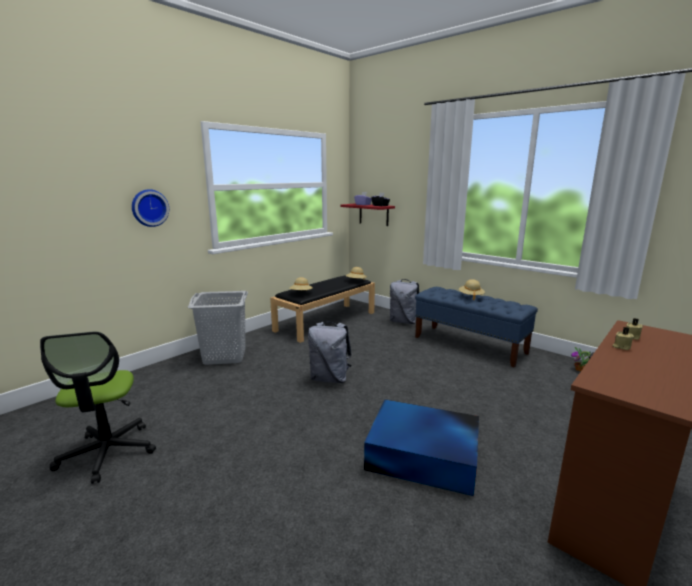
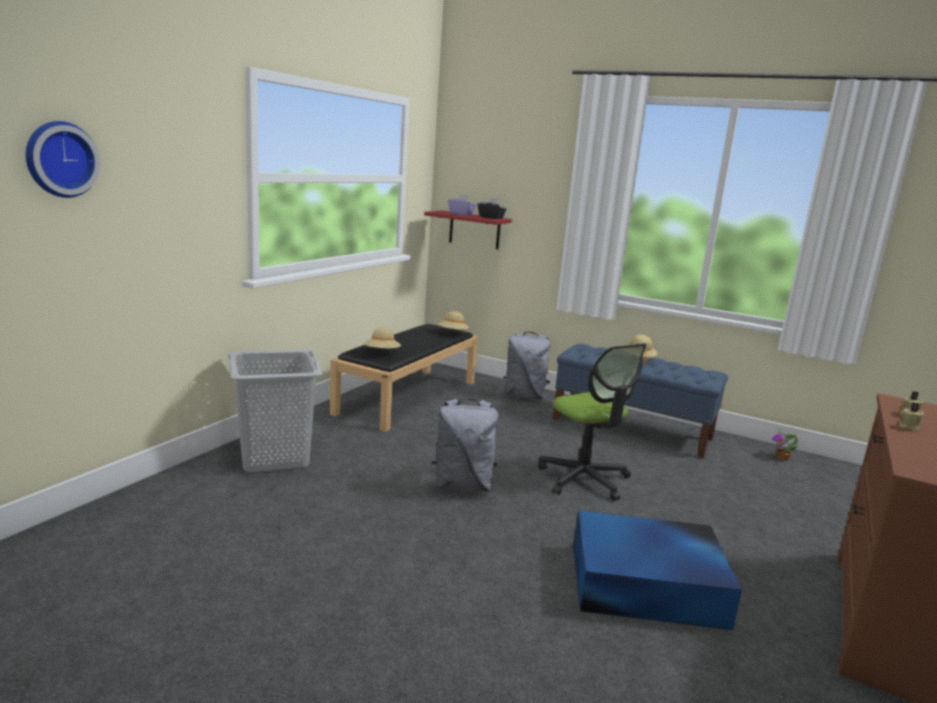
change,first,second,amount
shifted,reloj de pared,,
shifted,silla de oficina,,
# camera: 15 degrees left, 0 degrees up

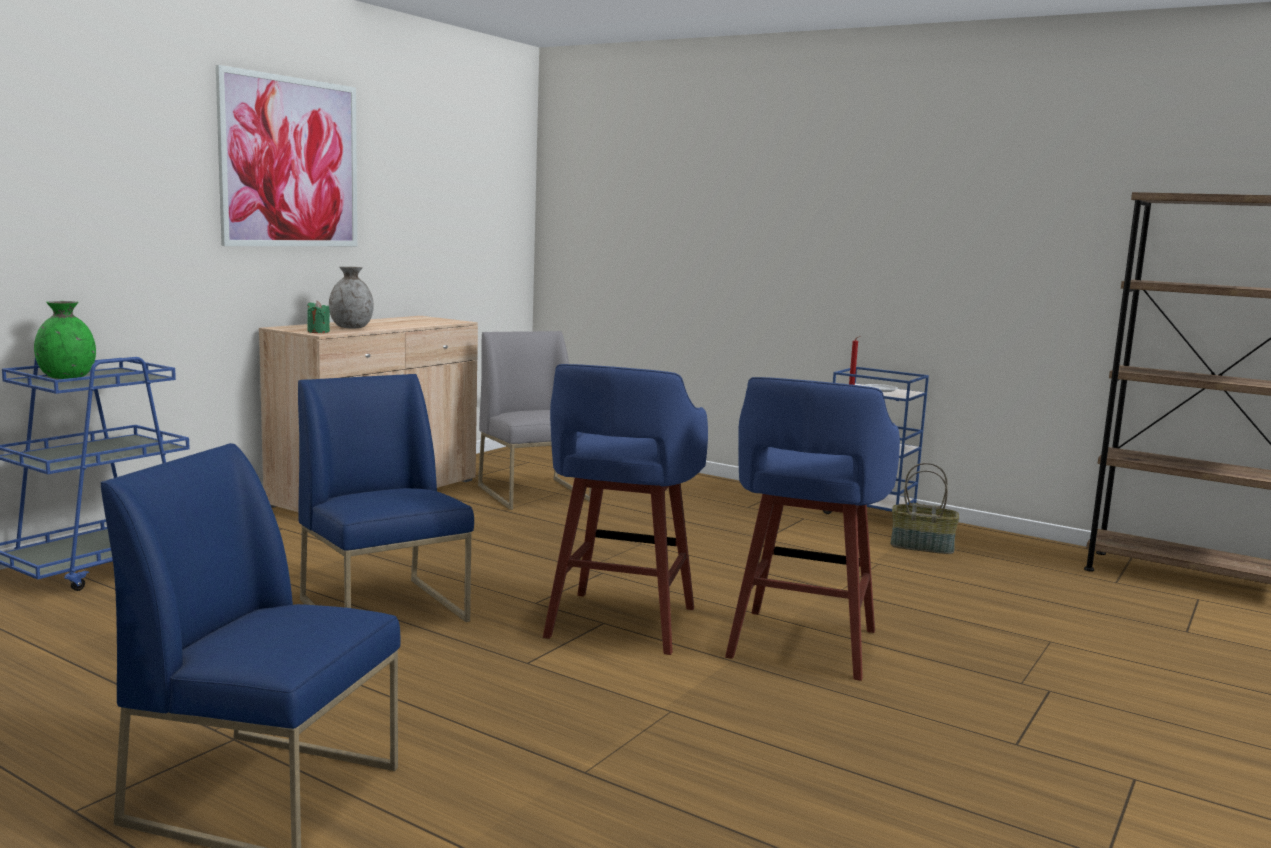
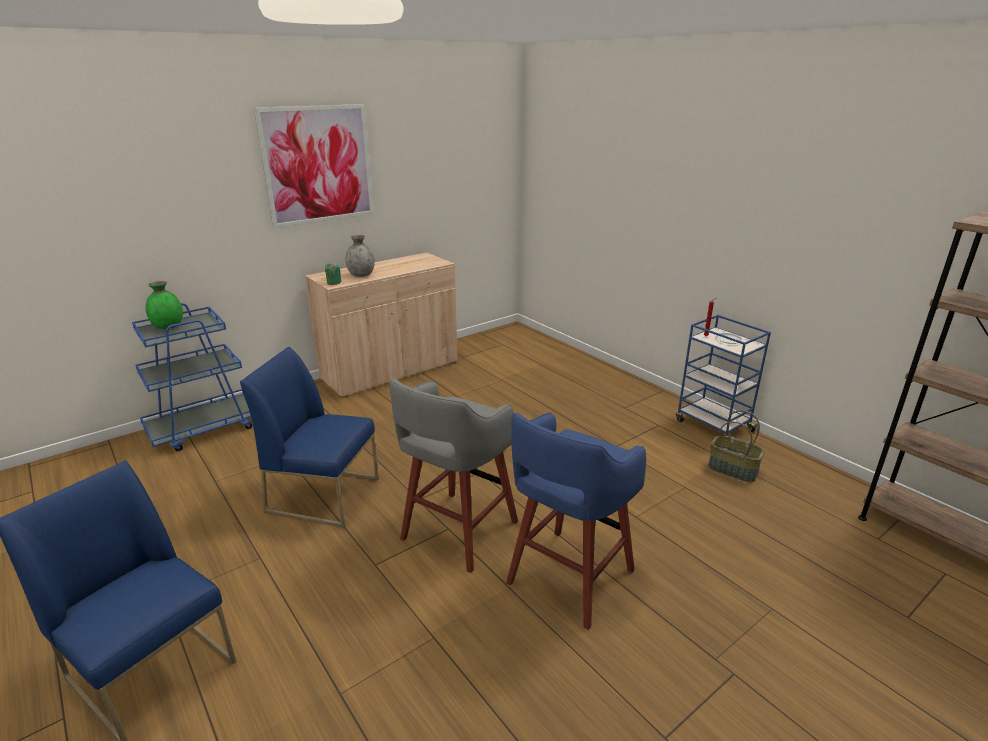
change,first,second,amount
gone,silla (gris),,
repainted,taburete (azul) (no. 1 from left),taburete (gris),
rotated,silla (azul) (no. 2 from left),,60 degrees counterclockwise
# camera: 20 degrees right, 15 degrees up

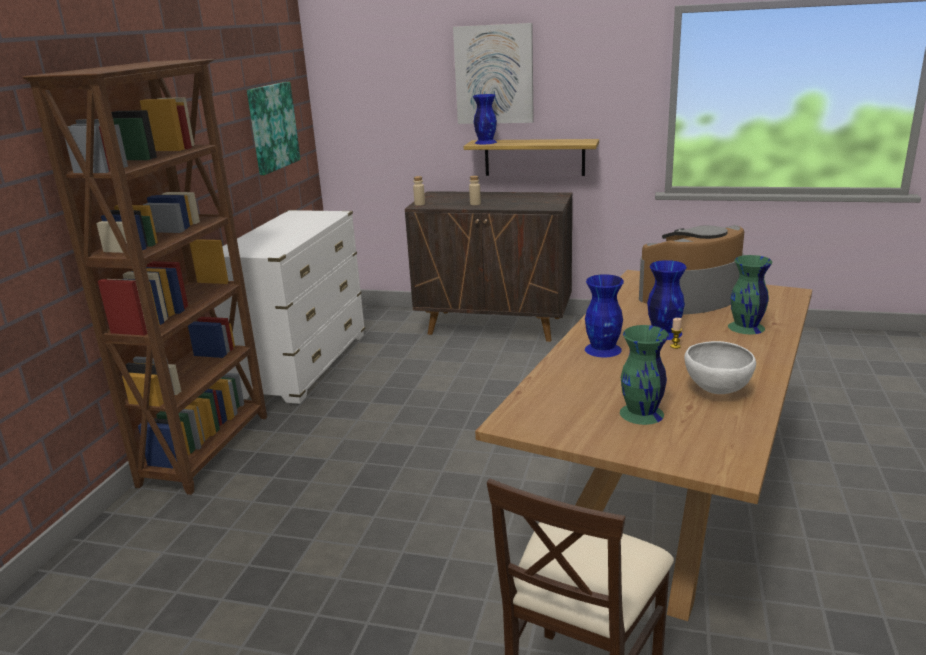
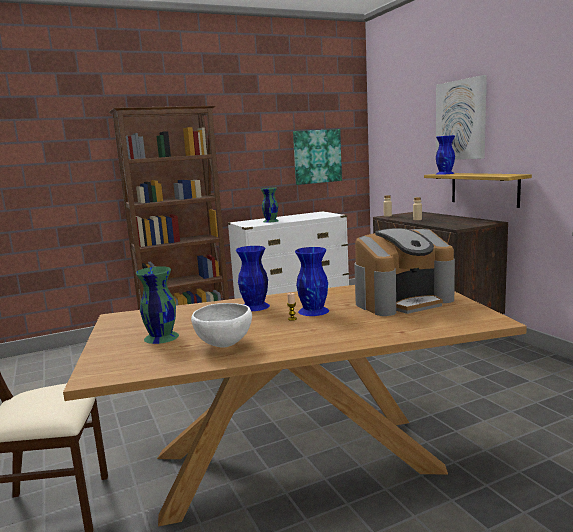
change,first,second,amount
rotated,cafetera,,135 degrees clockwise
shifted,florero (verde) (no. 2 from left),,
# camera: 50 degrees right, 10 degrees down

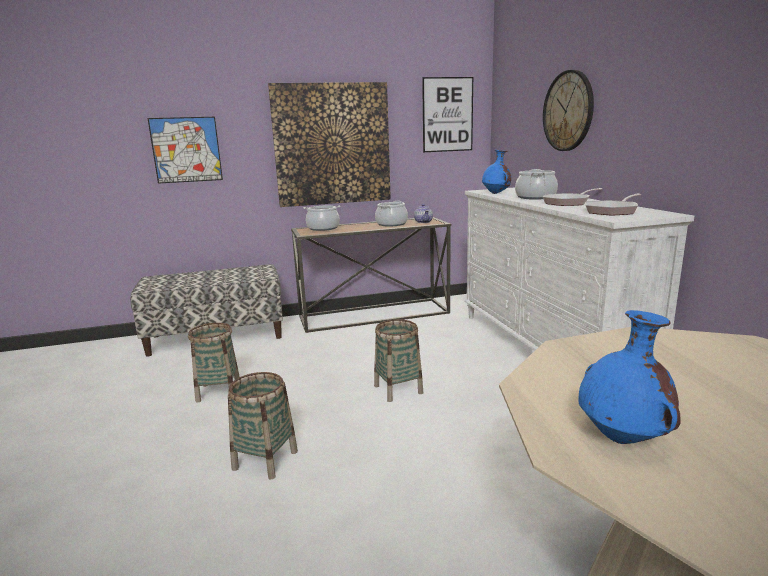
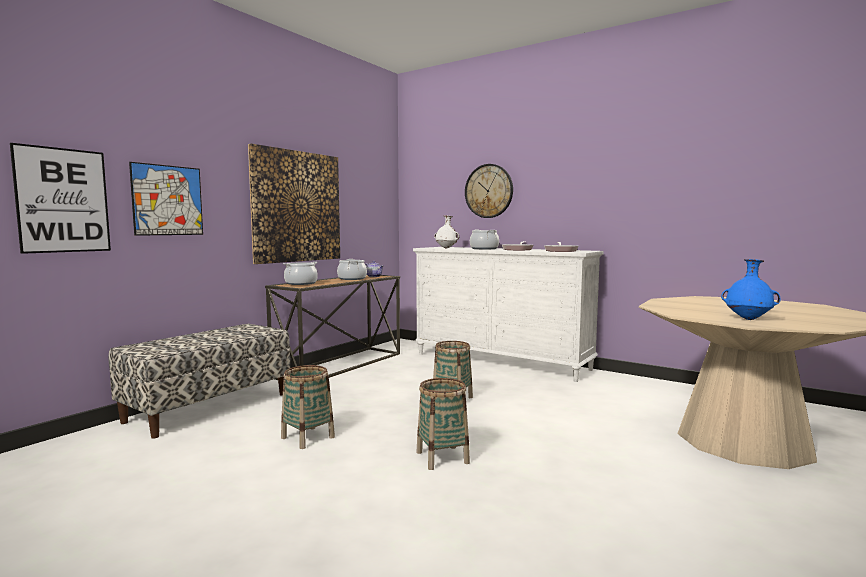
change,first,second,amount
shifted,cuadro (no. 3 from left in the first image),cuadro (no. 1 from left),
repainted,florero (azul) (no. 1 from left),florero (blanco),
# camera: 40 degrees left, 10 degrees down

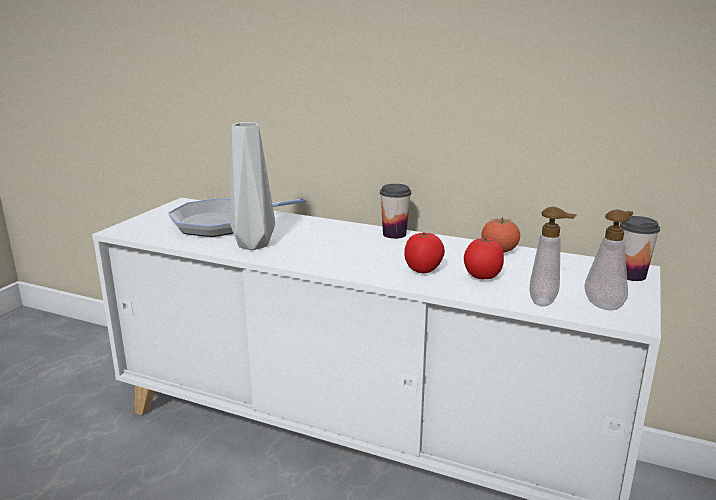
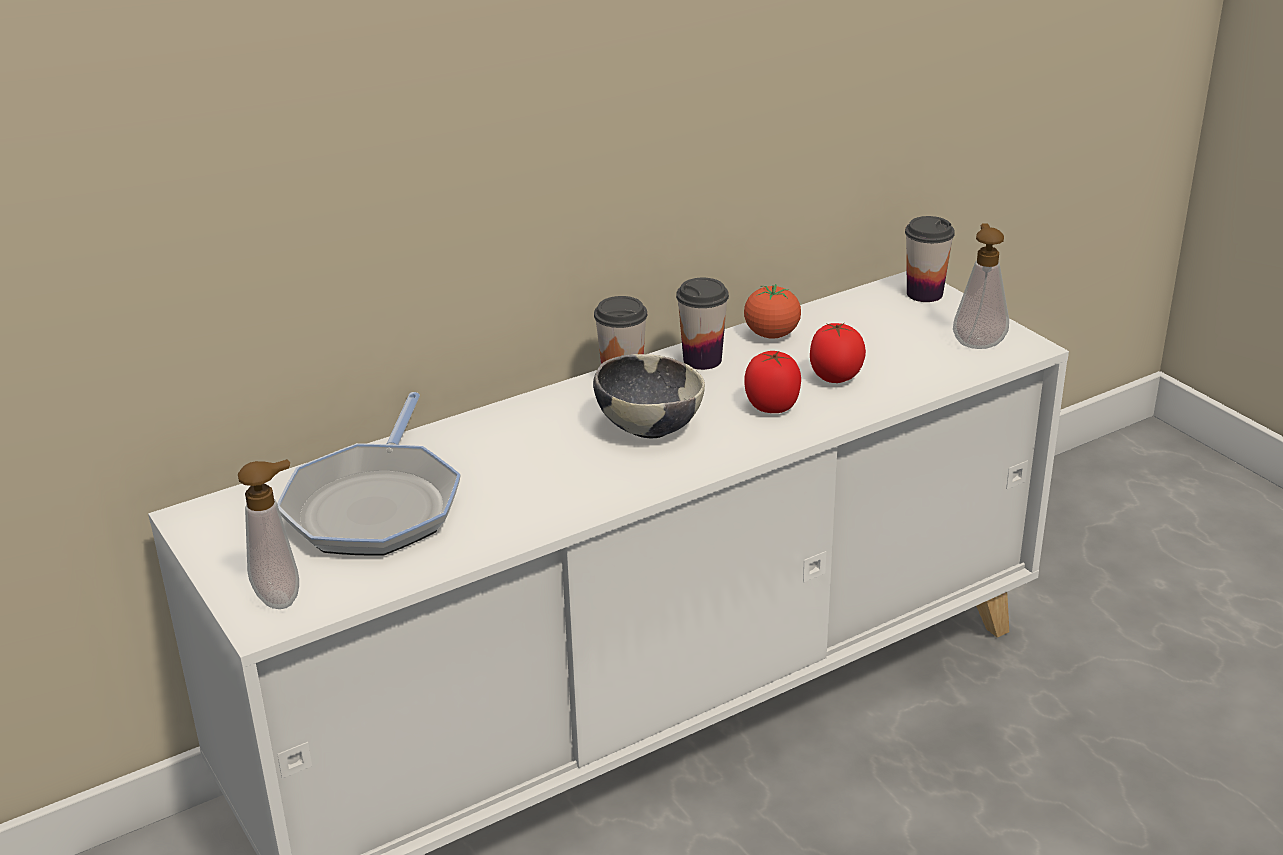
change,first,second,amount
gone,florero (gris),,
shifted,dispensador de jabón (no. 1 from left),,
new,,taza (no. 2 from left),
new,,cuenco,
# camera: 55 degrees left, 10 degrees up

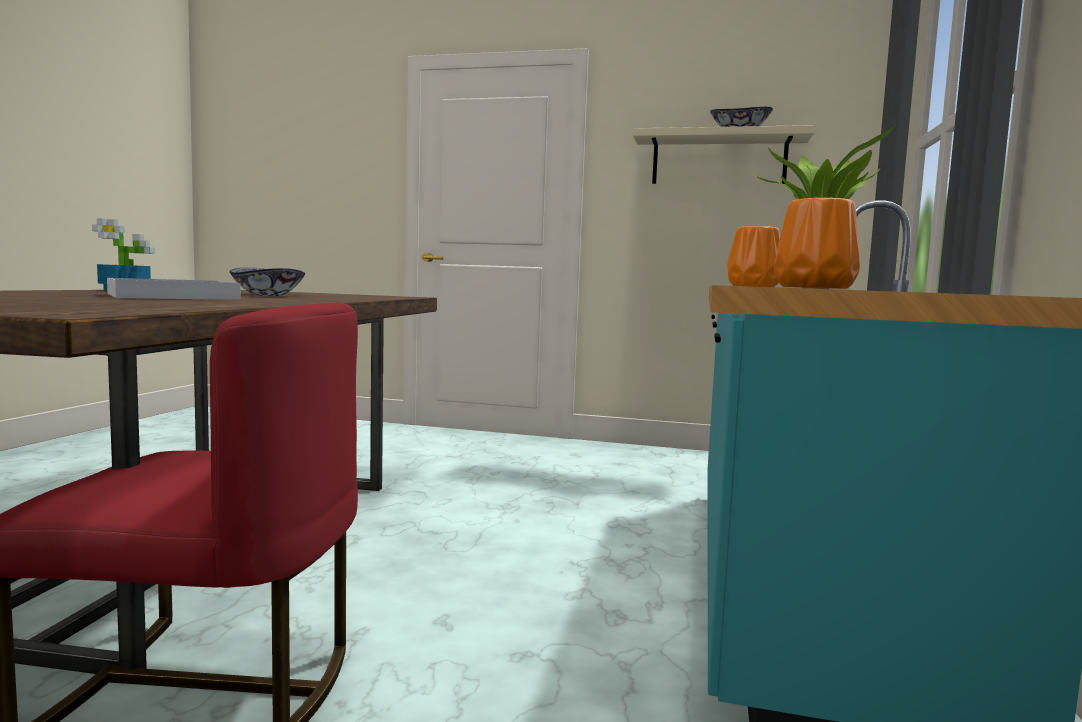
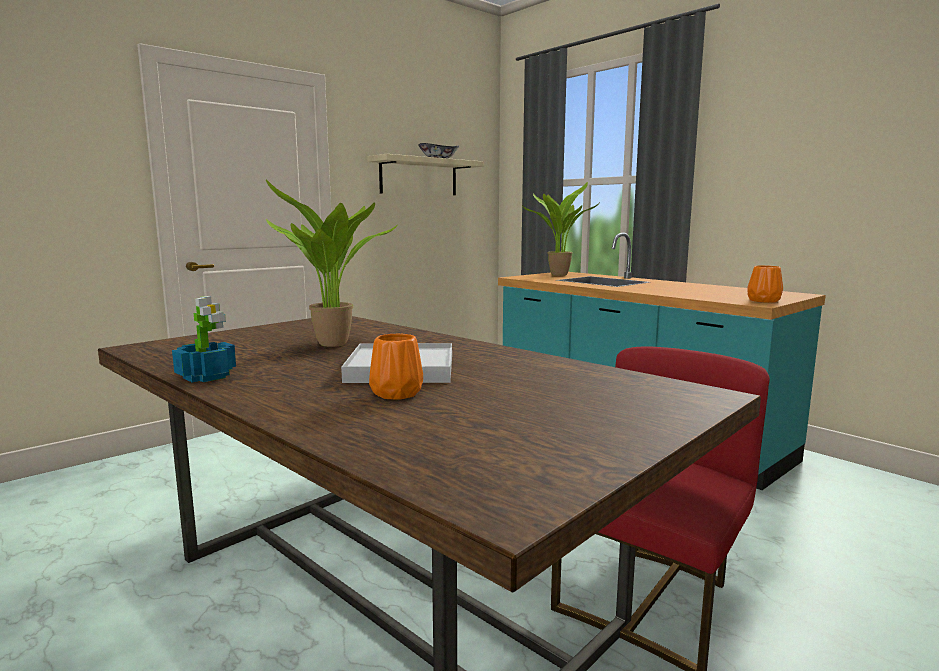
change,first,second,amount
shifted,florero (naranja) (no. 1 from left),,
swapped,cuenco (no. 1 from left),planta en maceta (no. 2 from left),
# camera: 55 degrees left, 5 degrees up

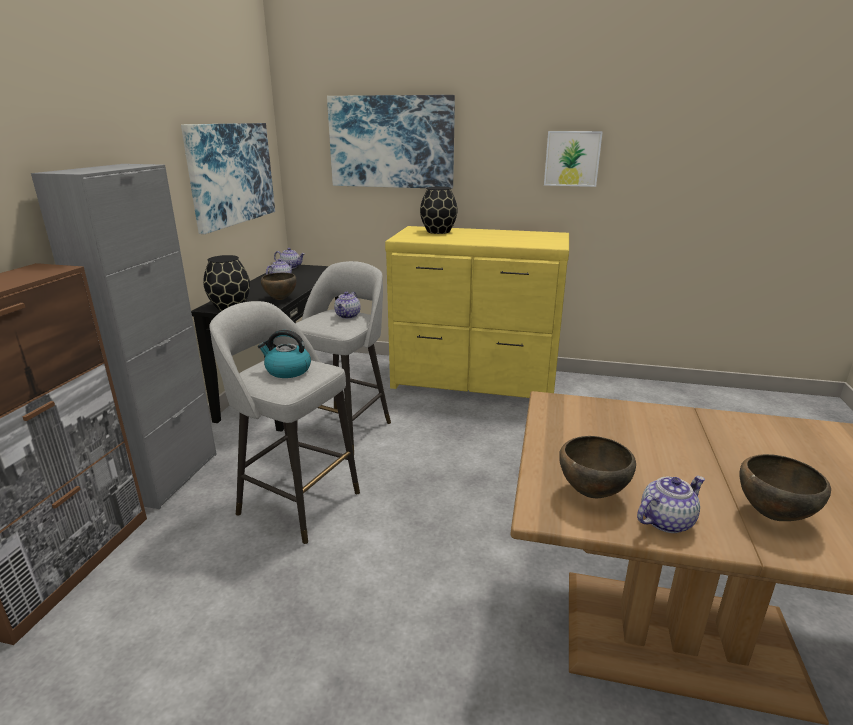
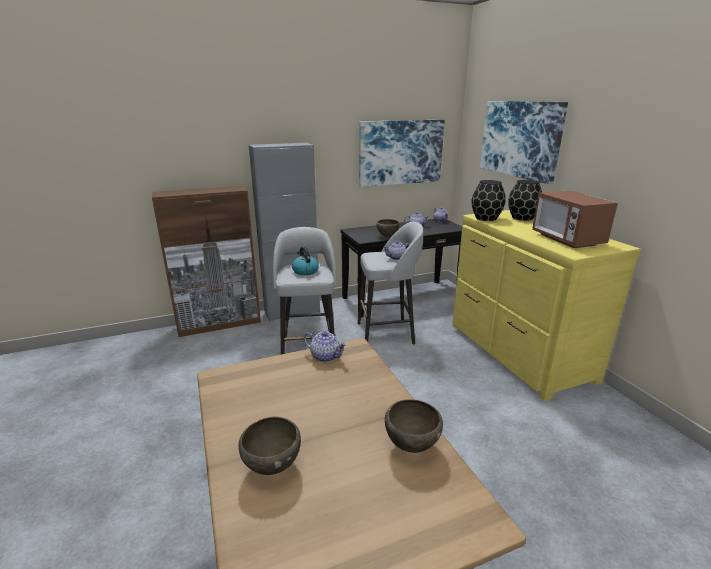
change,first,second,amount
gone,cuadro (no. 3 from left),,
shifted,florero (negro) (no. 1 from left),,
shifted,cuenco (marrón) (no. 2 from left in the first image),cuenco (marrón) (no. 3 from left),
shifted,tetera (no. 4 from left in the first image),tetera (no. 1 from left),
new,,microondas,
# camera: 55 degrees right, 0 degrees up

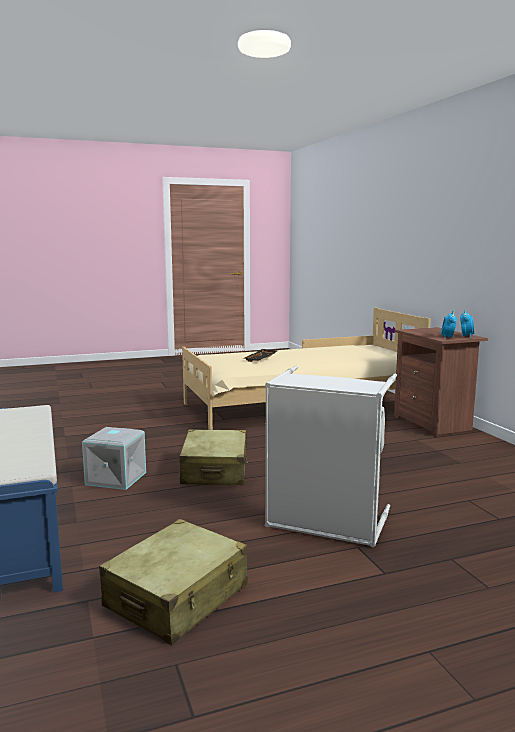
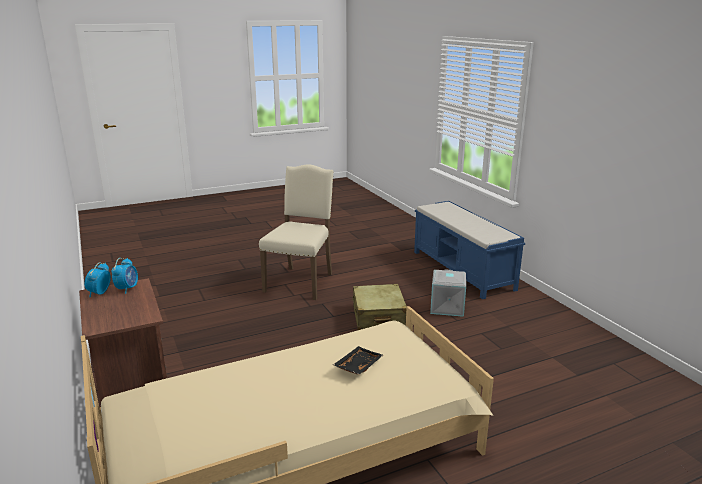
change,first,second,amount
swapped,cesto de la ropa (gris),silla (beis),
gone,maleta (beis) (no. 1 from left),,
# camera: 175 degrees right, 10 degrees up

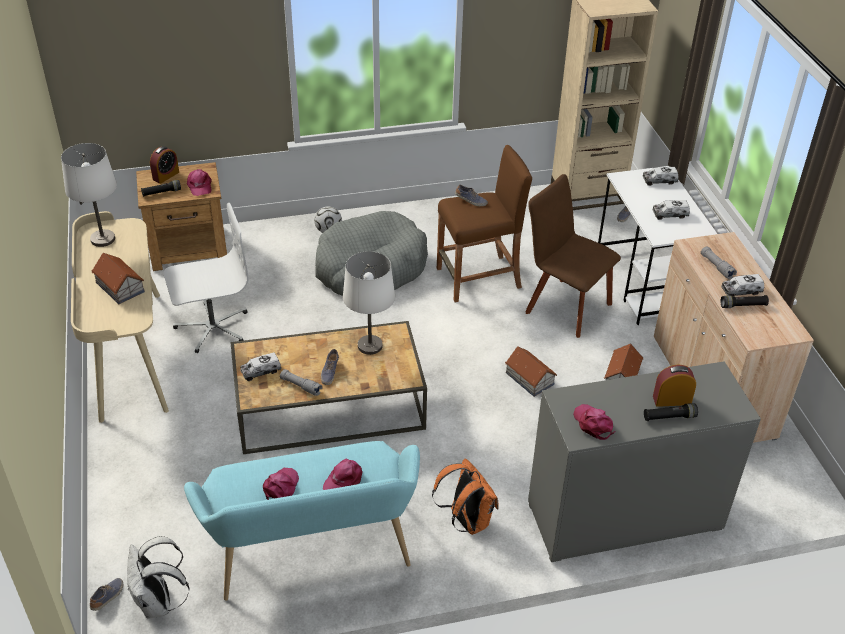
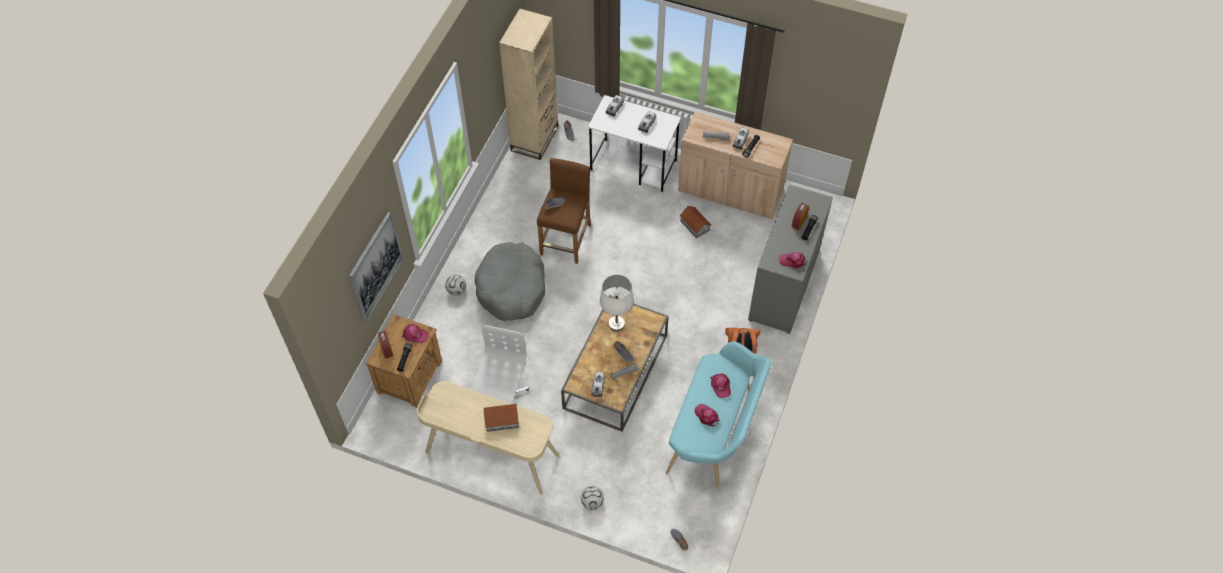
change,first,second,amount
gone,lámpara de mesa (blanco) (no. 1 from left),,
gone,silla (marrón),,
gone,casita (no. 2 from left),,
gone,mochila (blanco),,
new,,cuadro,
new,,balón de fútbol (no. 2 from left),
# camera: 55 degrees left, 15 degrees up

